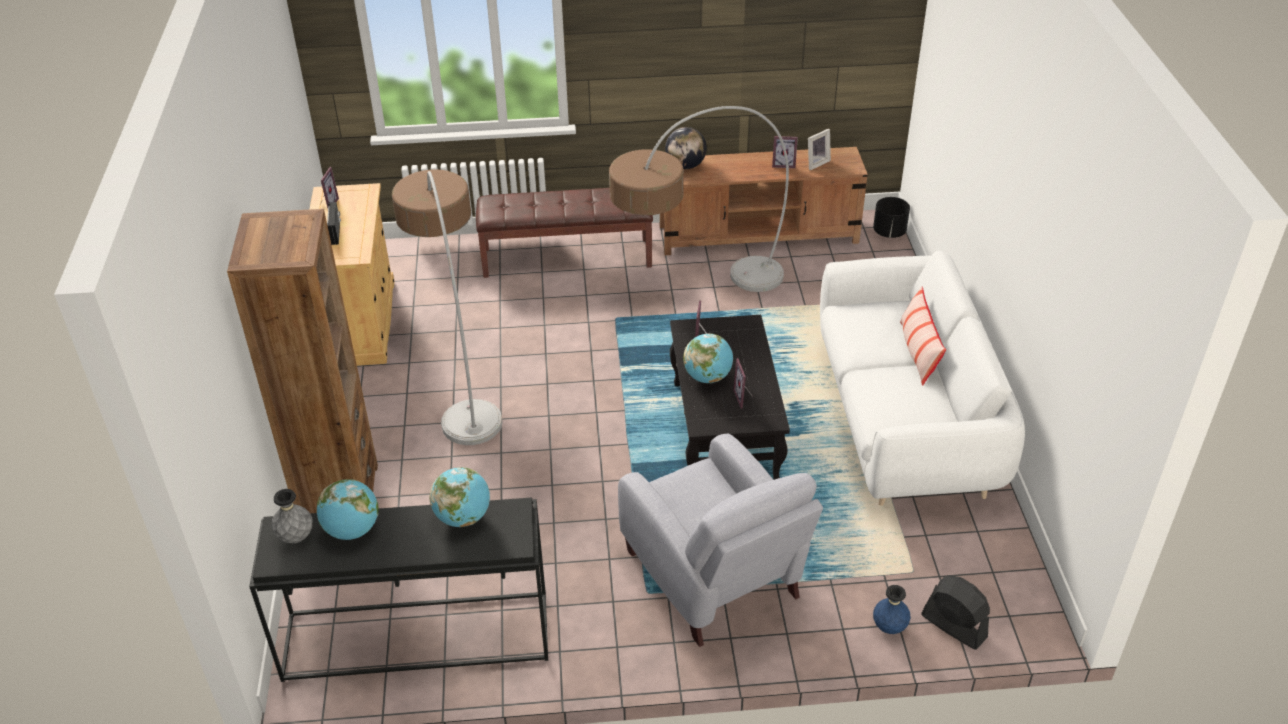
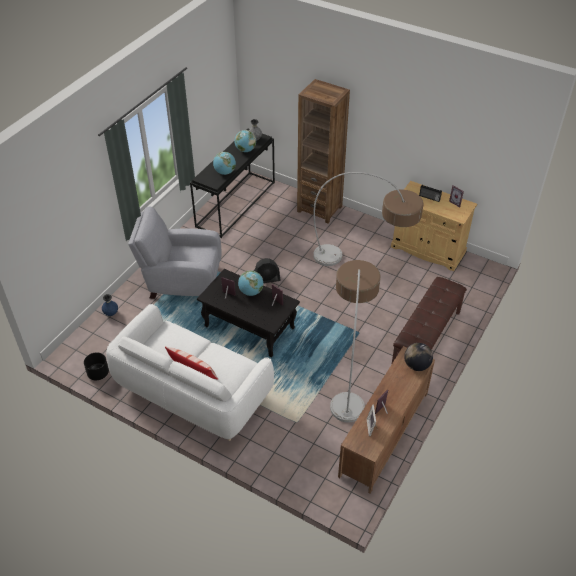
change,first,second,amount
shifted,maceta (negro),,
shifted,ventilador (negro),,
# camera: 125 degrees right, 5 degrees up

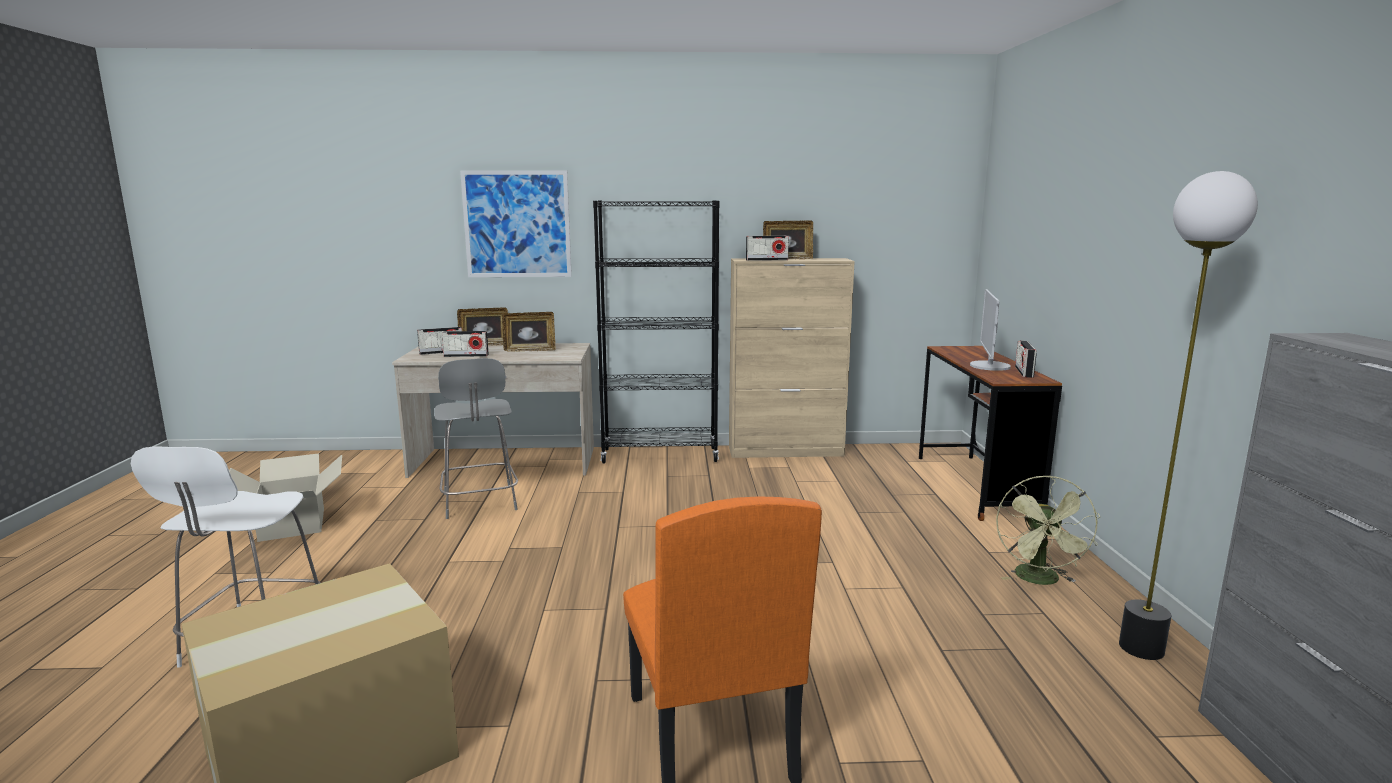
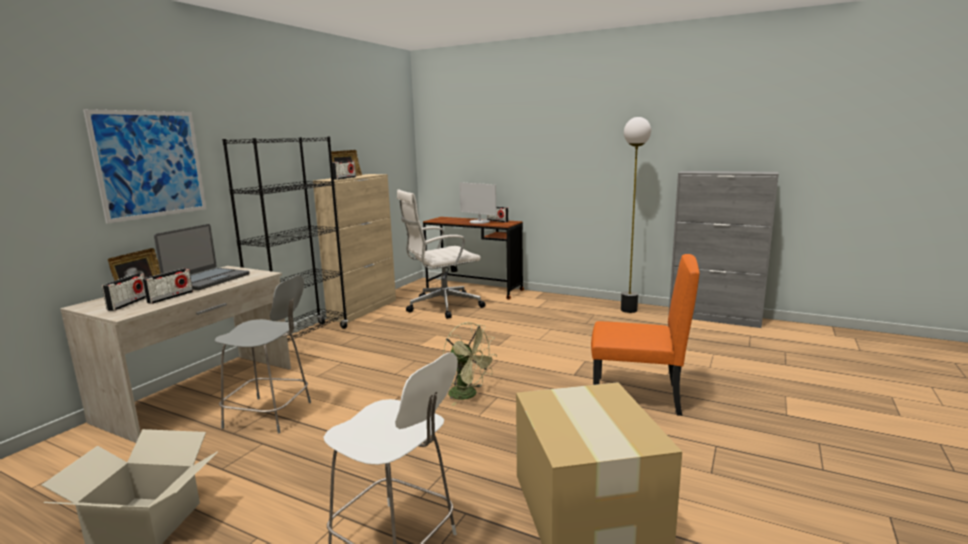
change,first,second,amount
swapped,portarretratos (no. 2 from left),portátil,
shifted,ventilador (verde),,
new,,silla de oficina (blanco),
# camera: 60 degrees left, 0 degrees up

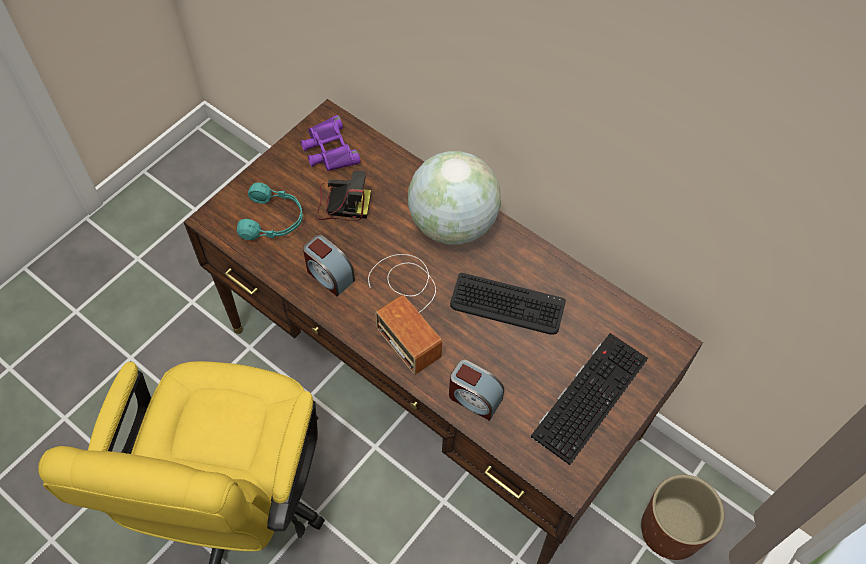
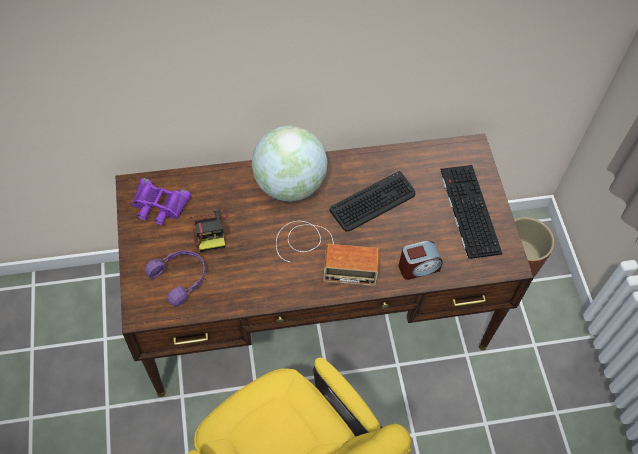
change,first,second,amount
rotated,cámara,,120 degrees clockwise
repainted,auriculares (turquesa),auriculares (morado),
gone,despertador (no. 1 from left),,
# camera: 50 degrees left, 0 degrees up

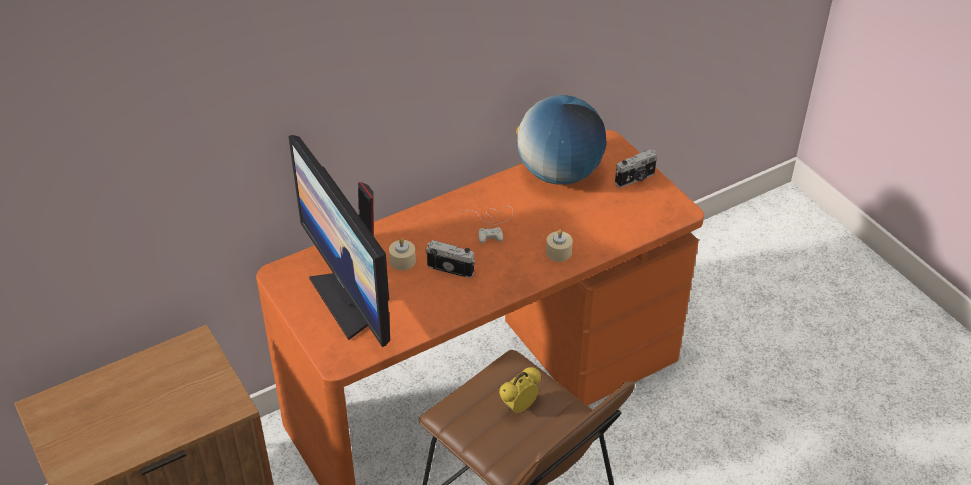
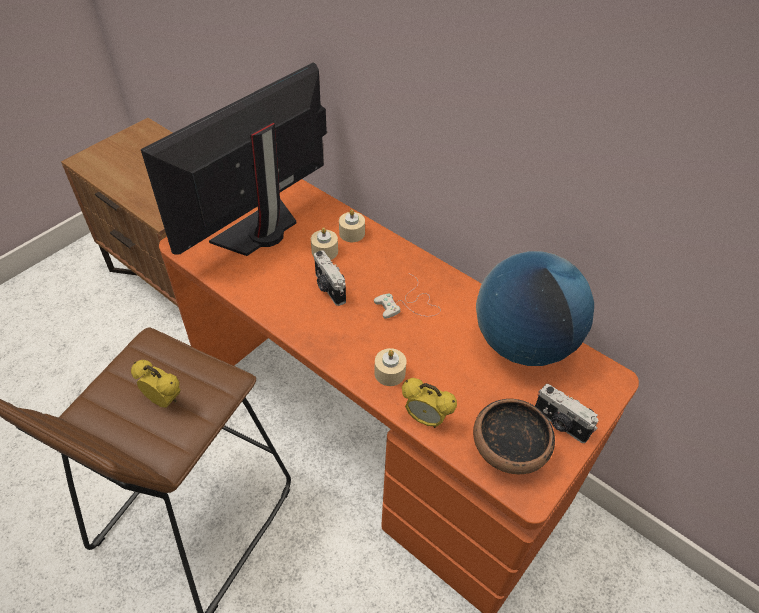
change,first,second,amount
rotated,cámara (no. 1 from left),,150 degrees clockwise
new,,vela (beis) (no. 2 from left),
new,,despertador (no. 2 from left),
new,,cuenco,
# camera: 70 degrees right, 5 degrees up

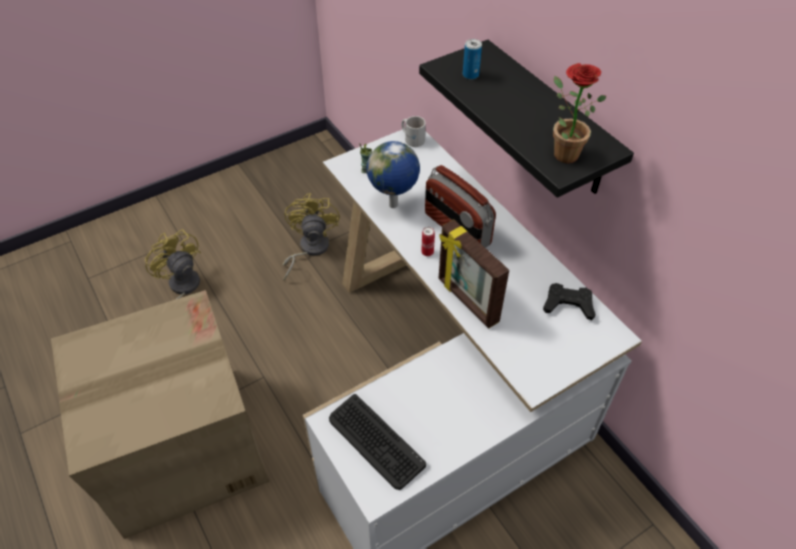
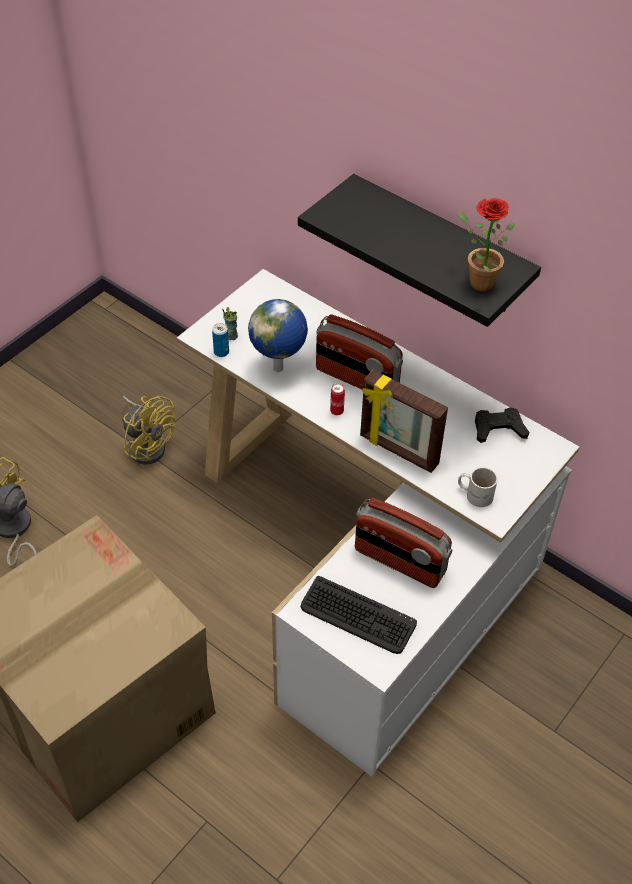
change,first,second,amount
shifted,lata (no. 2 from left in the first image),lata (no. 1 from left),
shifted,taza grande (blanco),,
rotated,ventilador (amarillo) (no. 2 from left),,150 degrees clockwise
new,,radio (no. 2 from left),
# camera: 20 degrees left, 0 degrees up

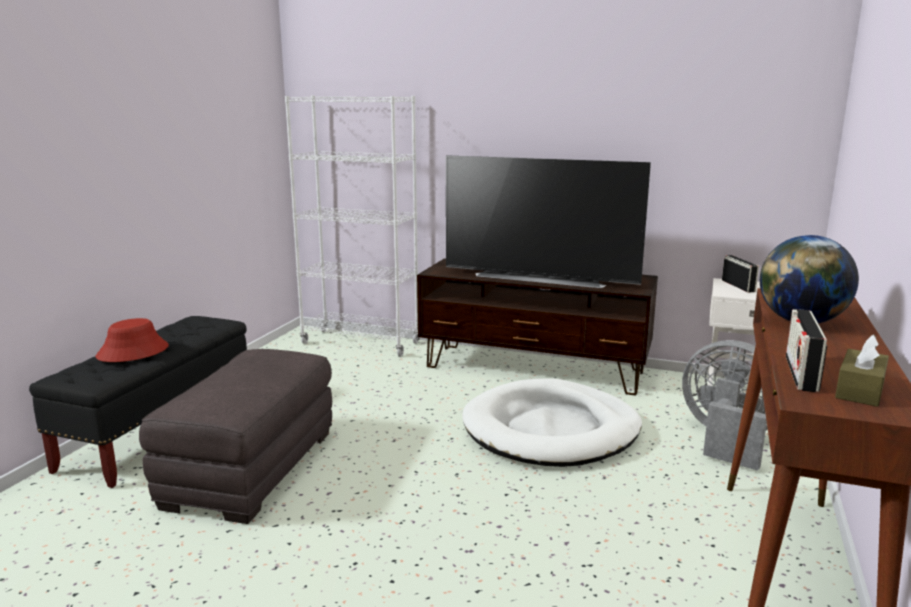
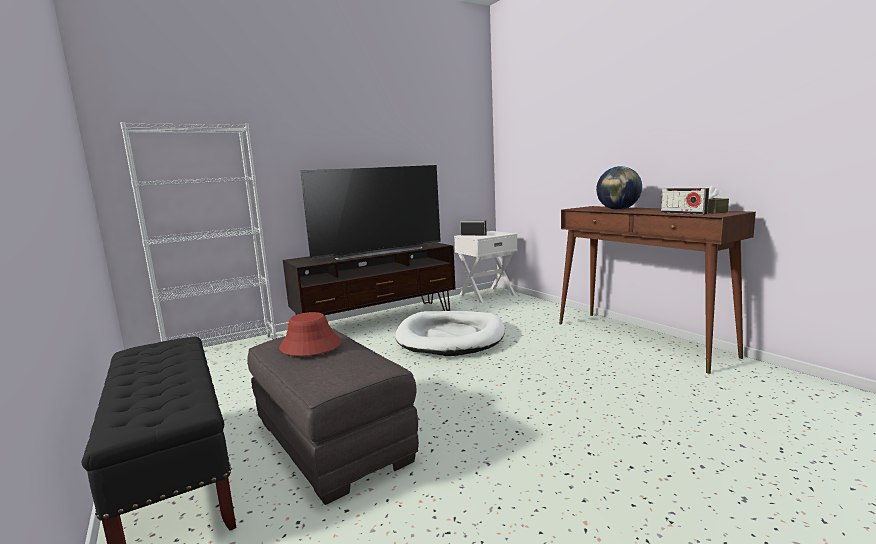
change,first,second,amount
shifted,sombrero (rojo),,
gone,ventilador (gris),,
# camera: 50 degrees left, 5 degrees down

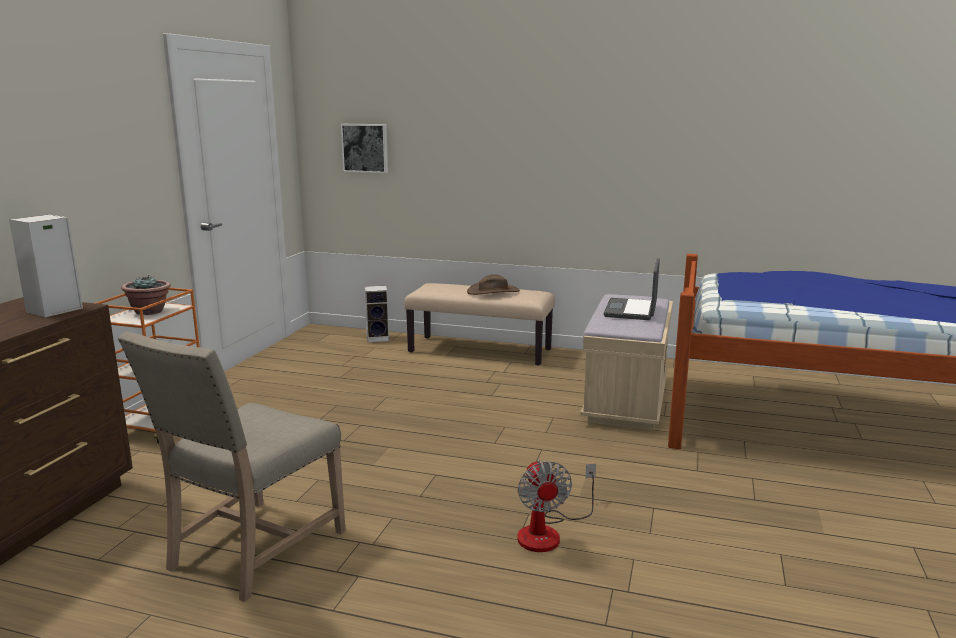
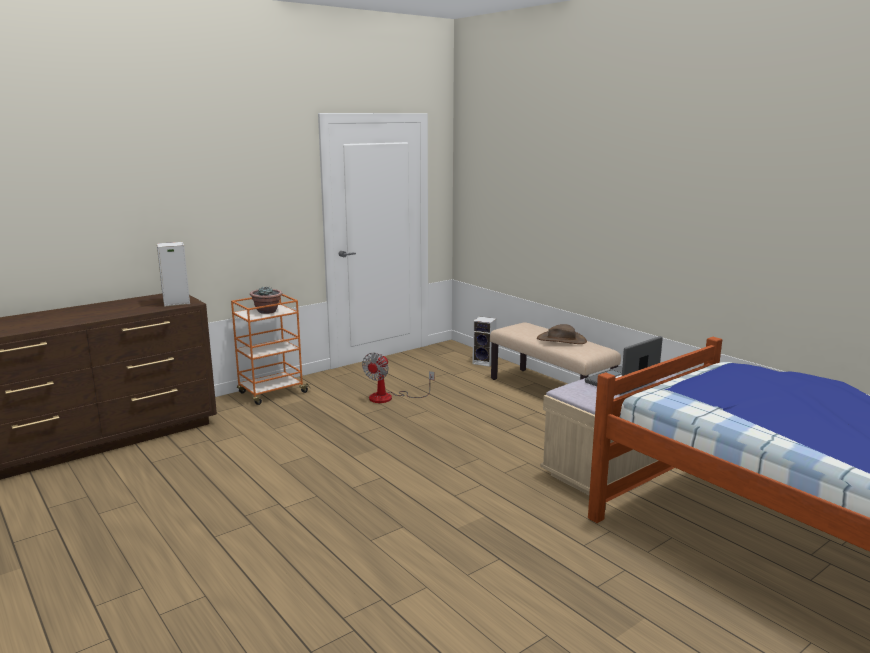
change,first,second,amount
gone,cuadro,,
gone,silla (beis),,
shifted,ventilador,,
# camera: 35 degrees right, 0 degrees up

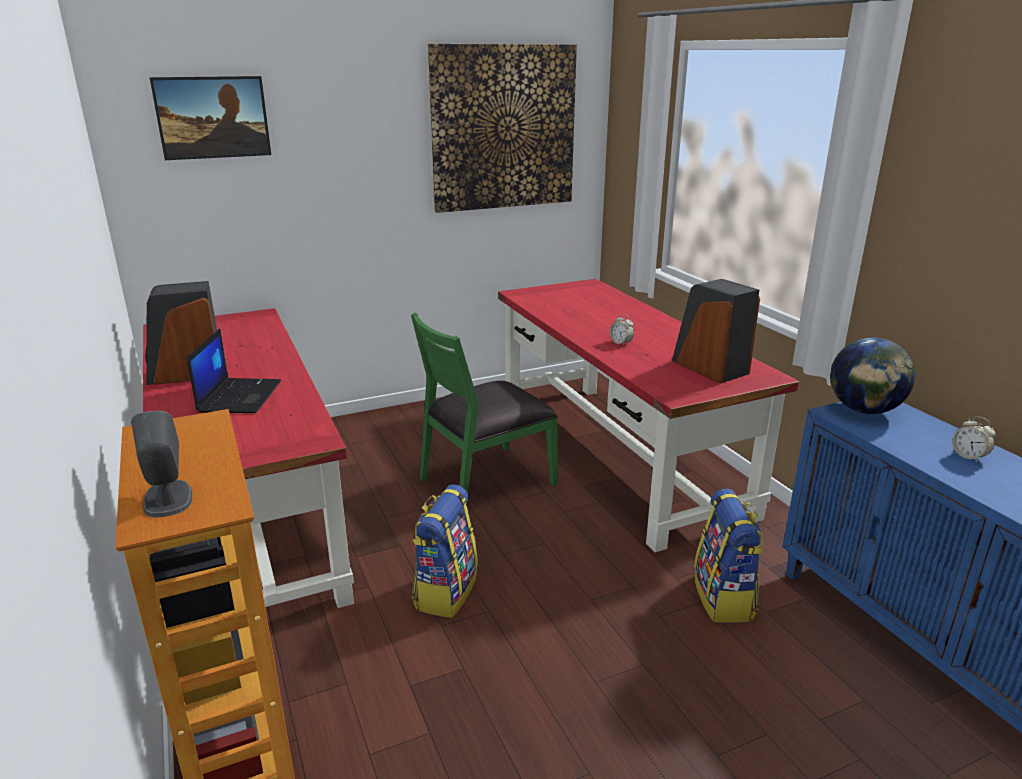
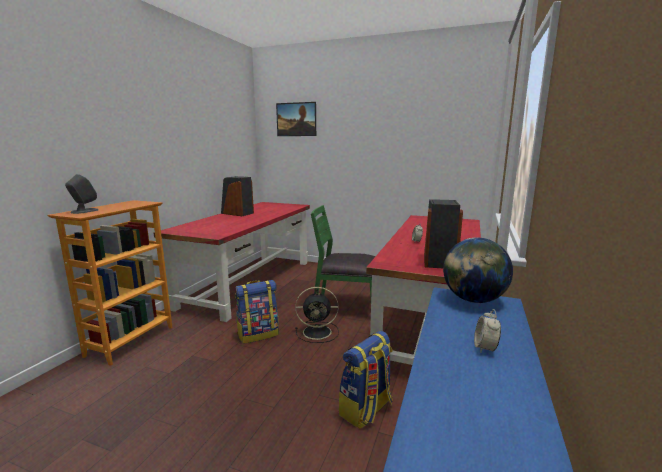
change,first,second,amount
gone,cuadro (no. 2 from left),,
gone,portátil,,
new,,ventilador (negro),
# camera: 45 degrees right, 10 degrees down

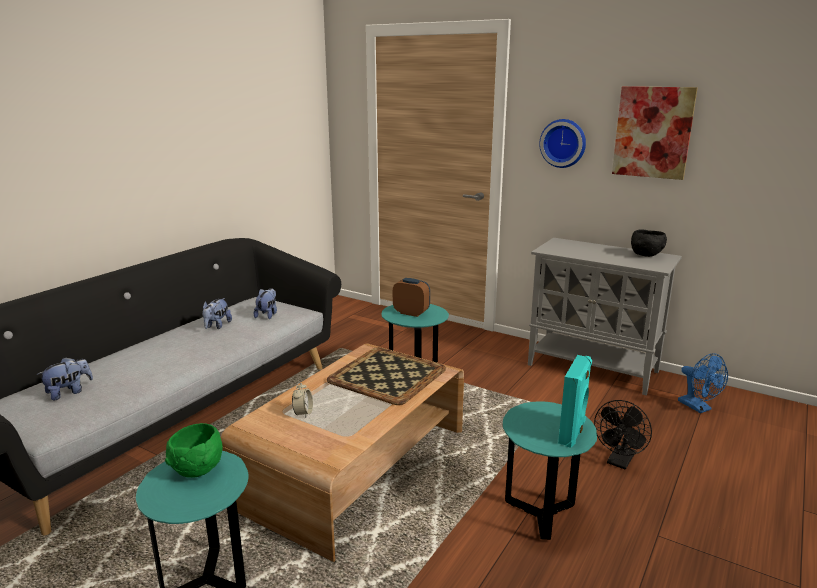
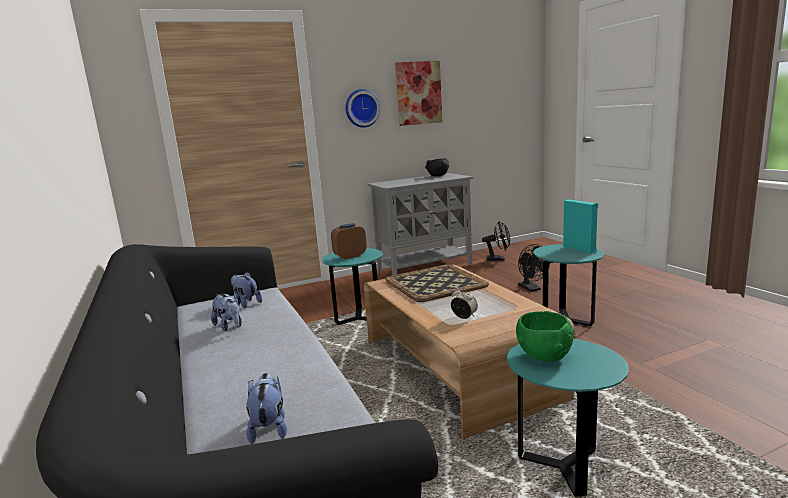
change,first,second,amount
repainted,ventilador (azul),ventilador (negro) (no. 1 from left),
# camera: 55 degrees left, 5 degrees down

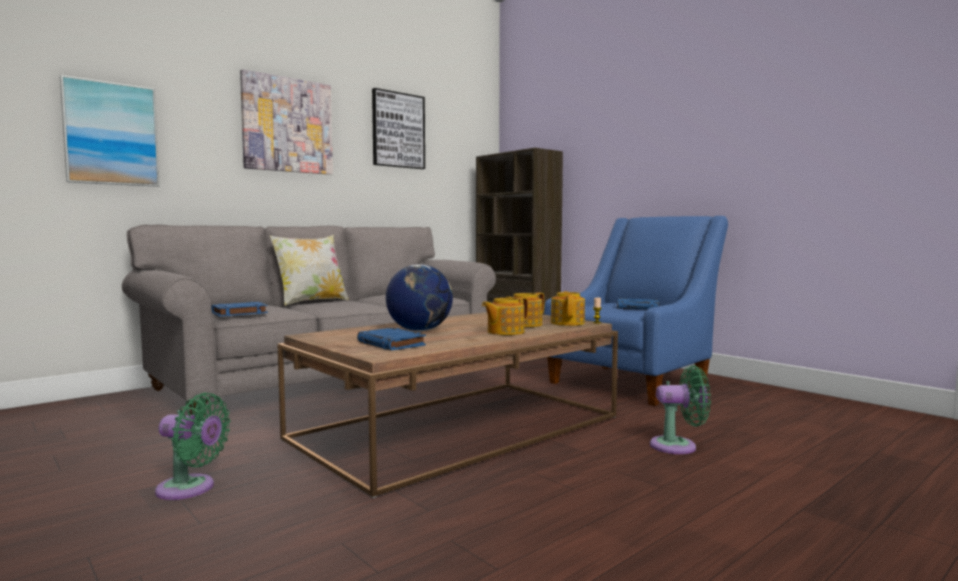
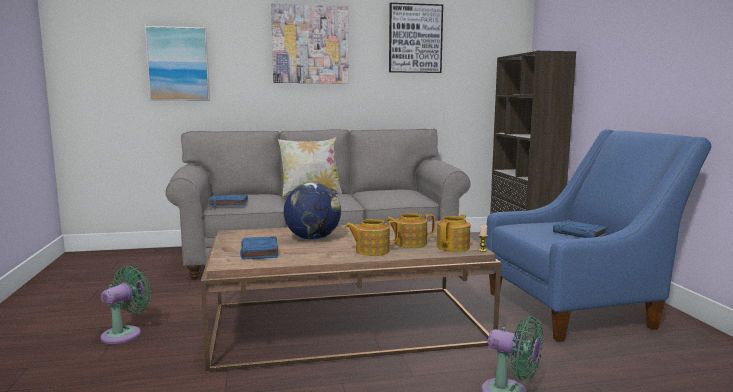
change,first,second,amount
rotated,ventilador (verde) (no. 1 from left),,105 degrees counterclockwise
# camera: 30 degrees right, 5 degrees up

